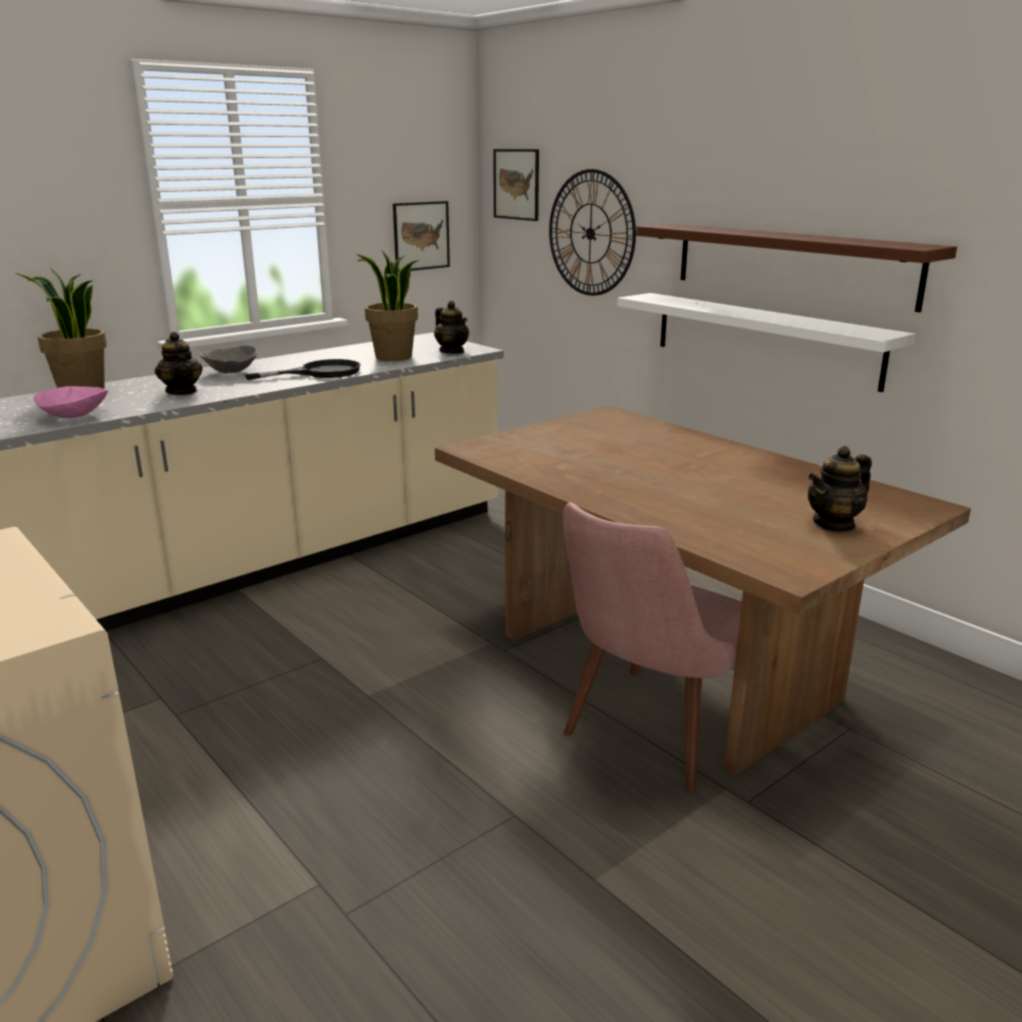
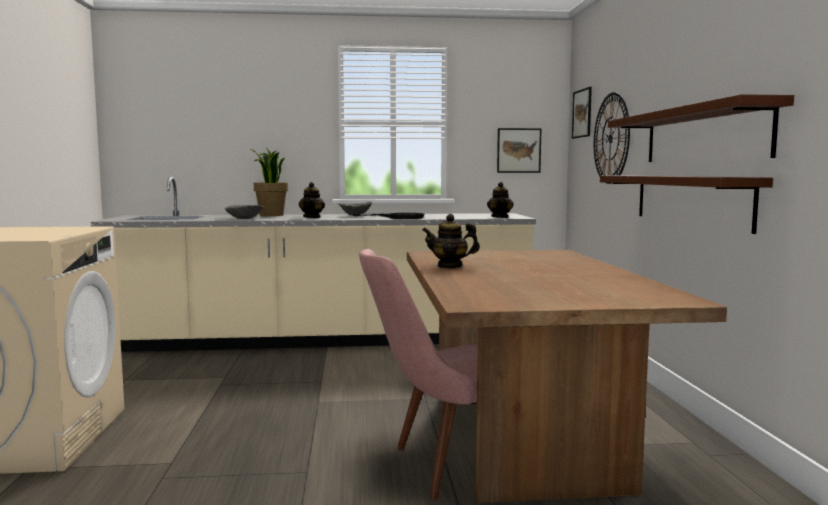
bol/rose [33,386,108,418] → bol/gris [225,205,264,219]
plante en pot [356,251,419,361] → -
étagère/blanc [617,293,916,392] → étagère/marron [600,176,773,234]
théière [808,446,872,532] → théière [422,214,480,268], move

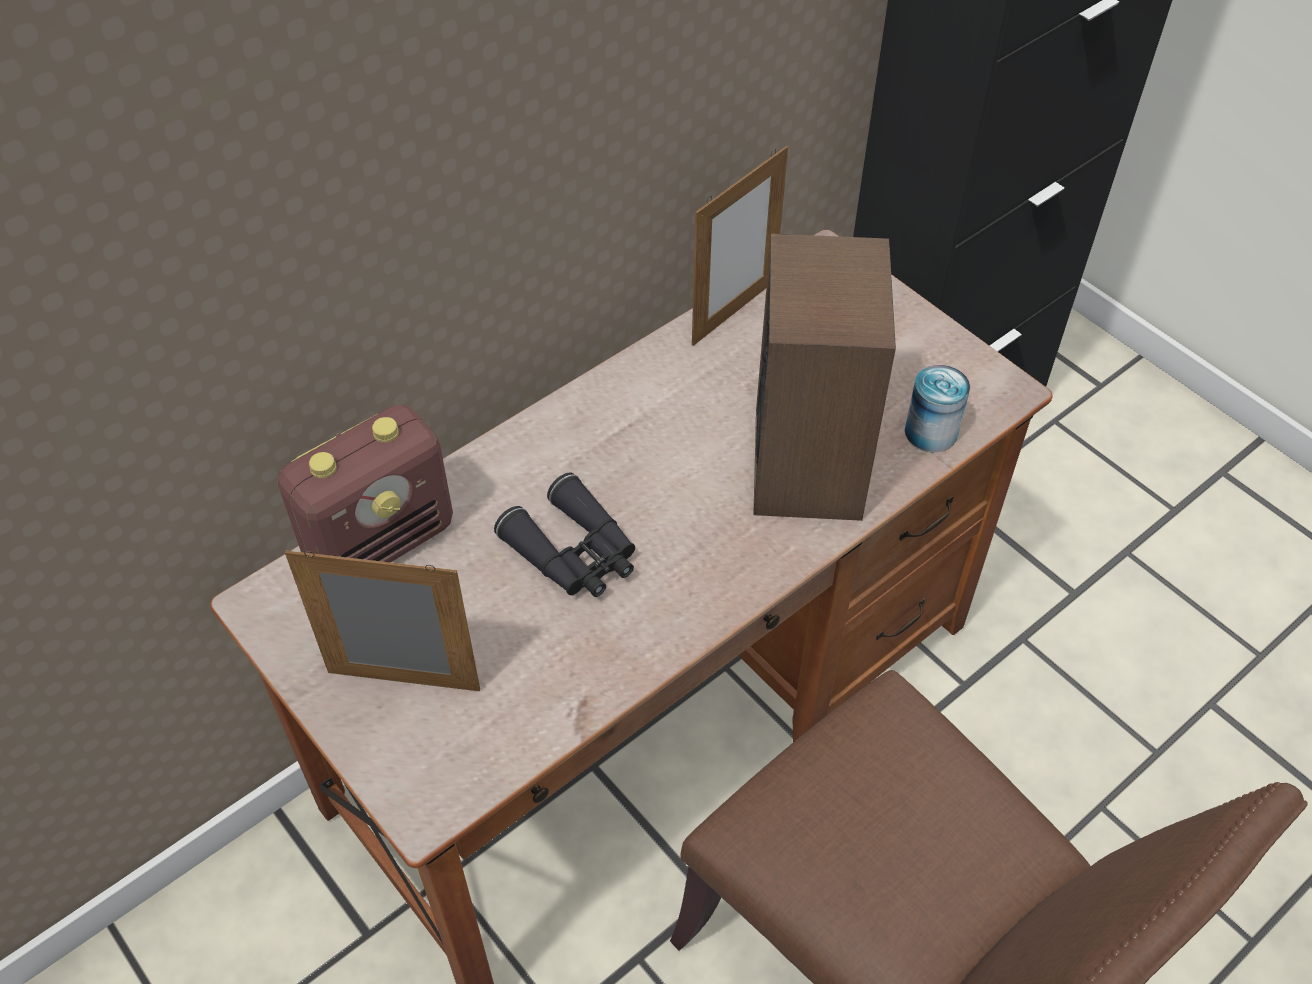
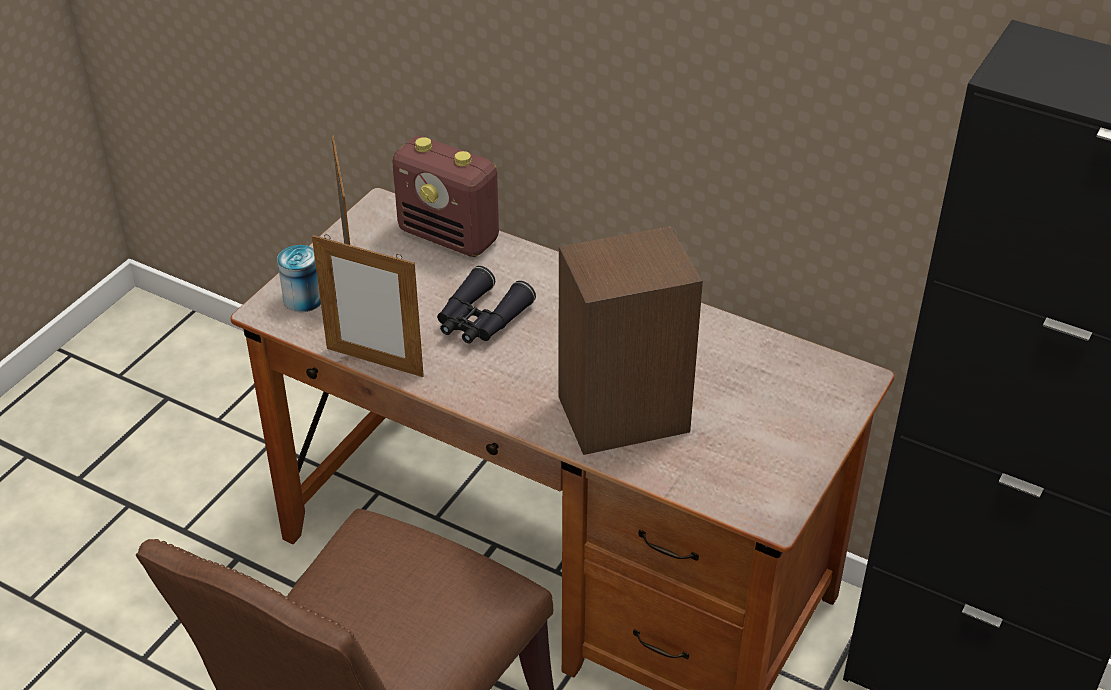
cadre photo [692,146,788,346] → cadre photo [312,234,424,377], move
boîte métallique [905,365,970,452] → boîte métallique [277,245,321,312], move

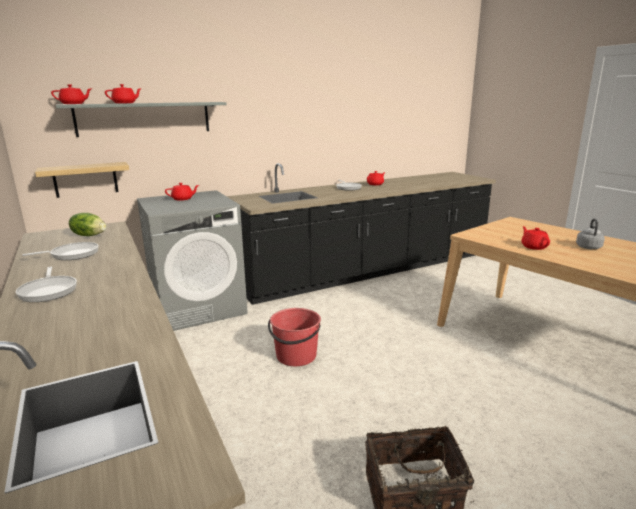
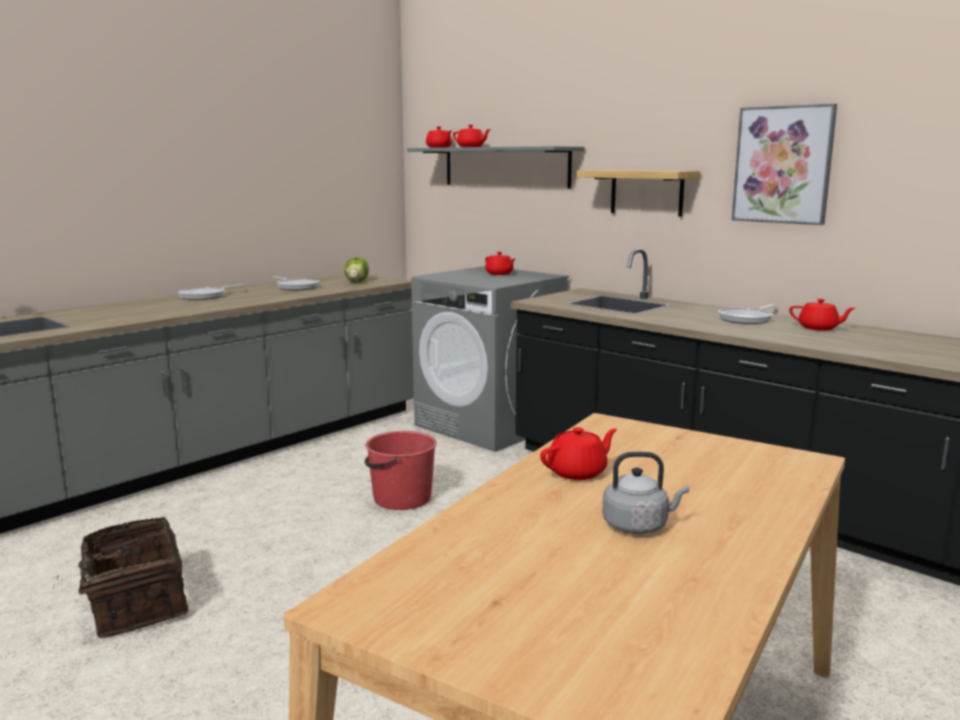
étagère [35,162,129,198] → étagère [577,170,700,217], move
- → tableau [732,103,837,225]

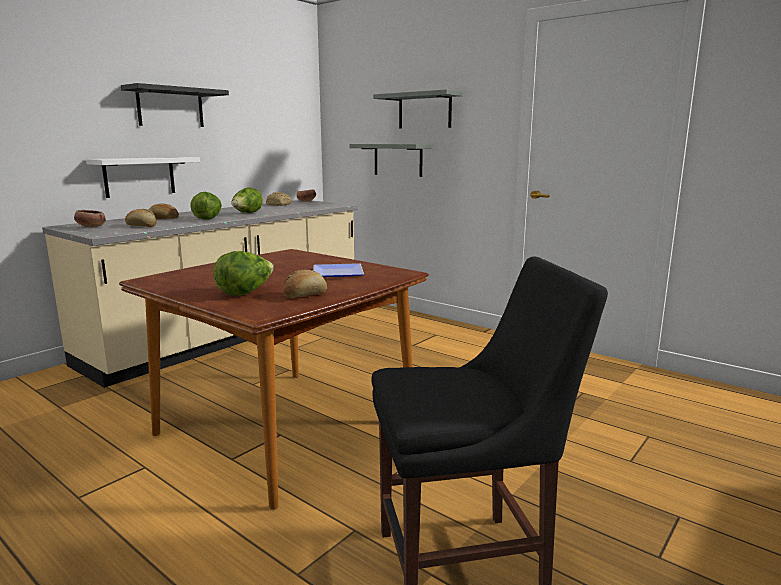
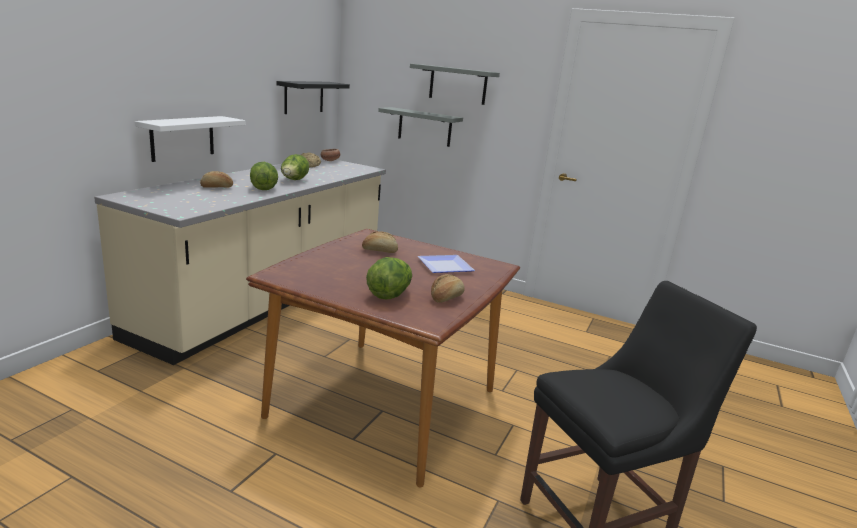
bol [74,210,106,228] → -
étagère/noir [121,83,229,127] → étagère/noir [277,81,350,114], move
pain [125,209,157,227] → pain [362,231,398,253], move

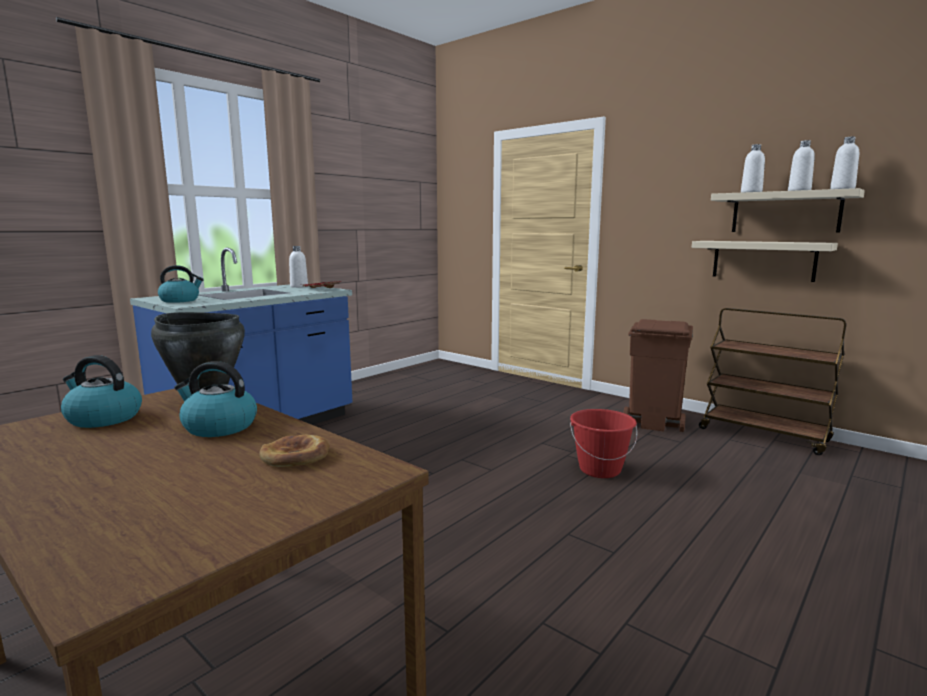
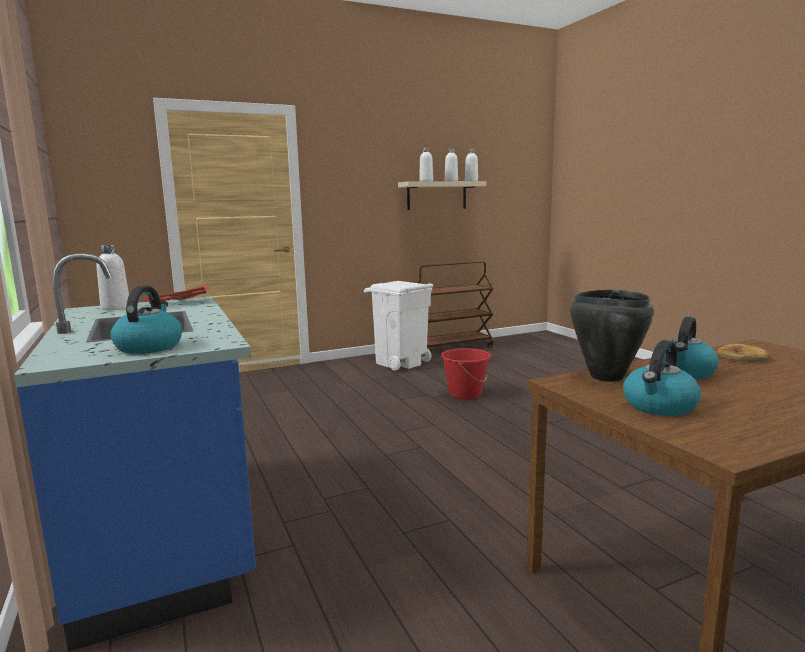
poubelle/marron [623,319,693,432] → poubelle/blanc [364,281,433,371]
étagère/beige [692,241,838,282] → -

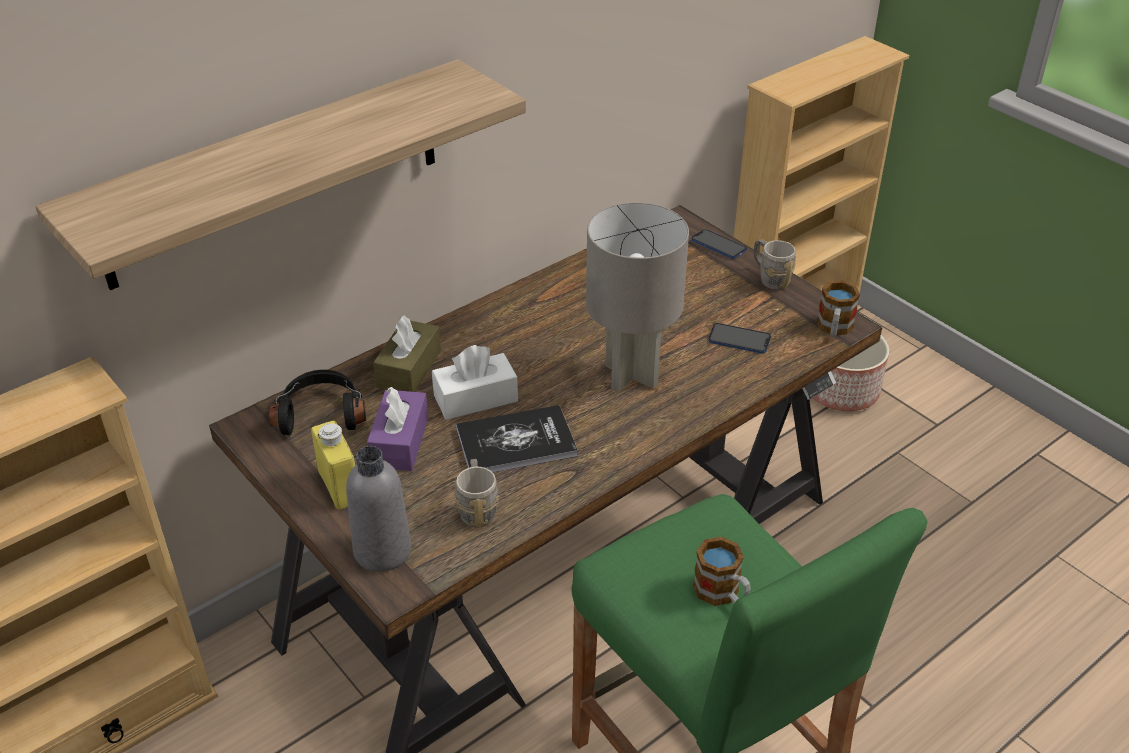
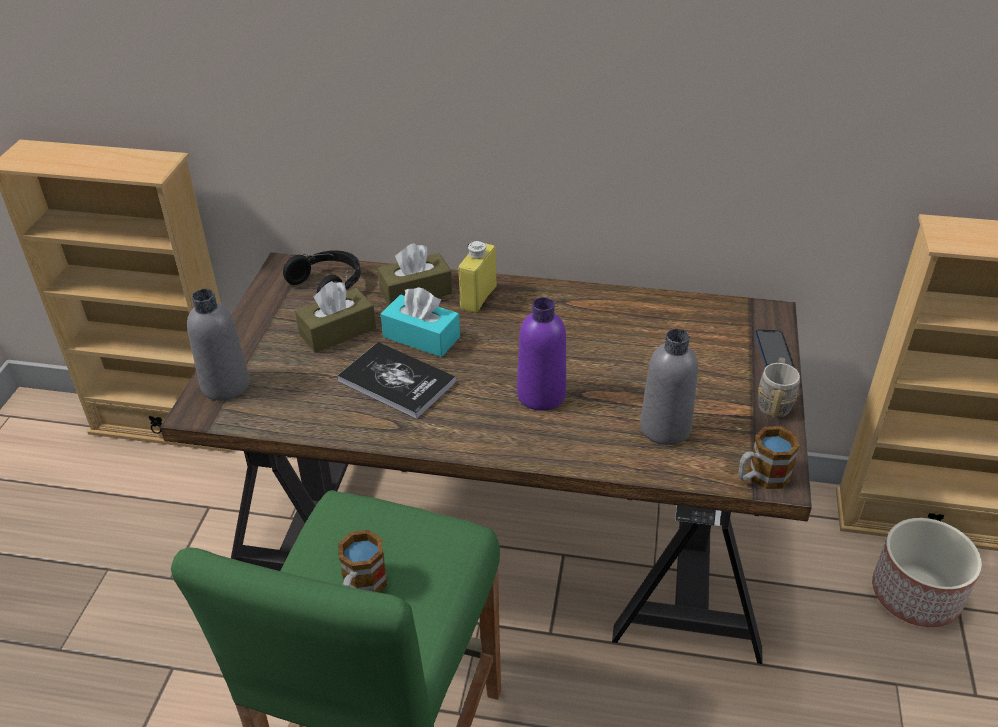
étagère [36,59,526,290] → -
bouteille/jaune [311,421,355,510] → bouteille/jaune [459,241,497,313], move
boîte à mouchoirs/violet [367,387,428,471] → boîte à mouchoirs/marron [295,281,376,353]
boîte à mouchoirs/blanc [432,345,518,420] → boîte à mouchoirs/turquoise [381,287,460,357]
mug/gris [455,459,499,528] → -
lampe de table/gris [586,202,689,392] → bouteille/violet [517,297,566,411]
téléphone [708,323,771,354] → bouteille/gris [640,329,698,445]

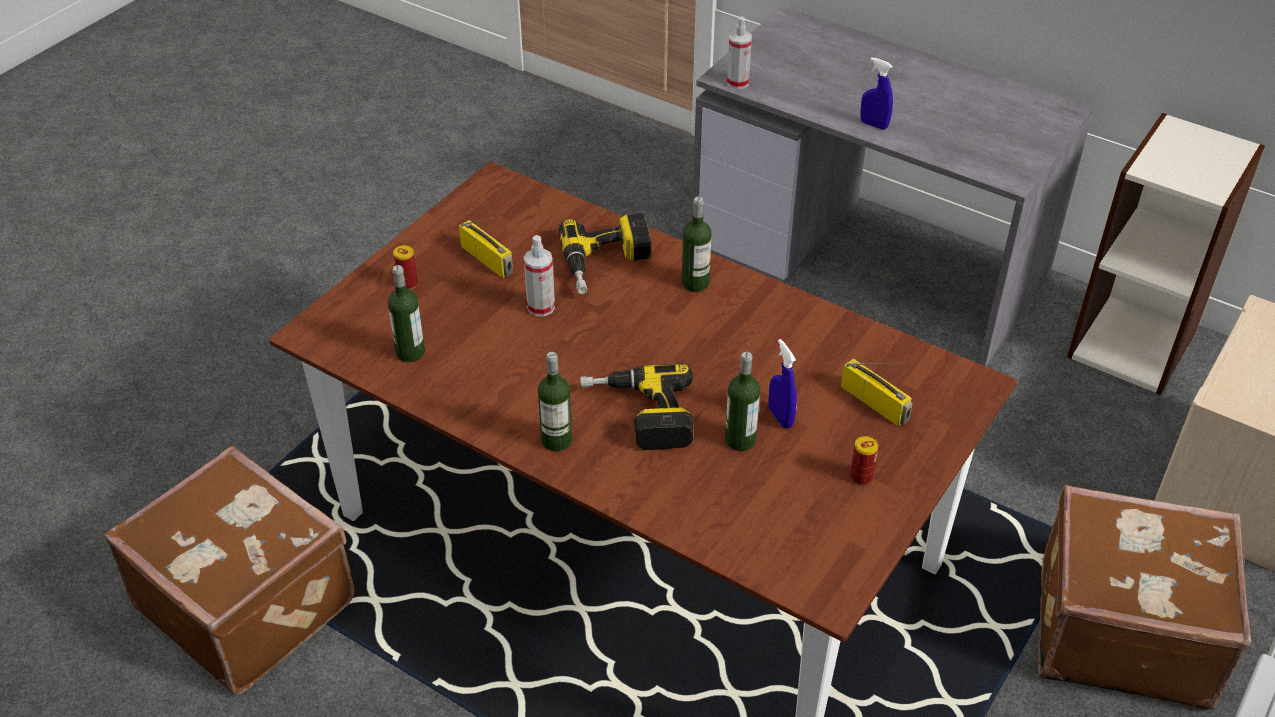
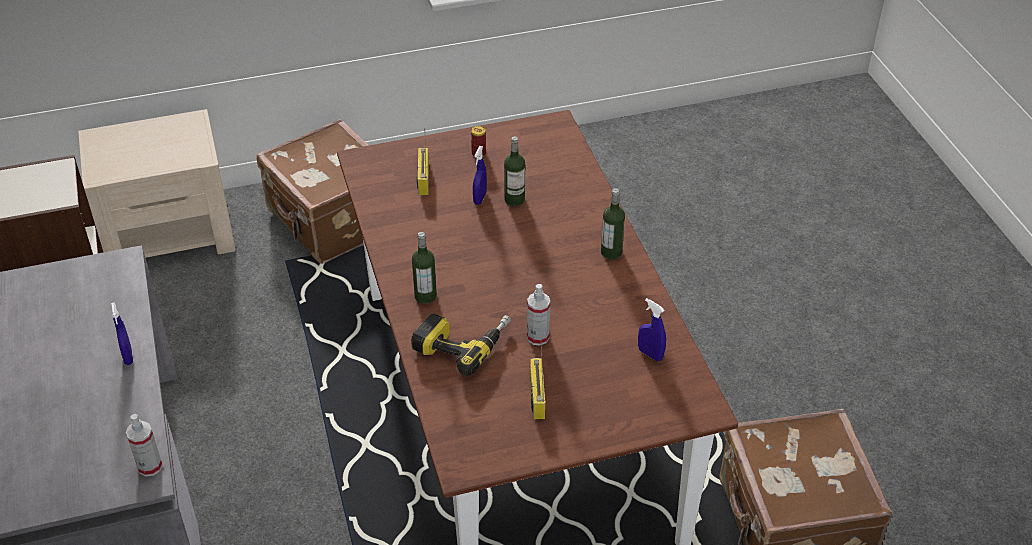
bouteille [388,265,425,362] → vaporisateur/bleu [638,298,666,361]
boîte métallique [393,245,418,290] → -
perceuse [580,363,693,450] → -

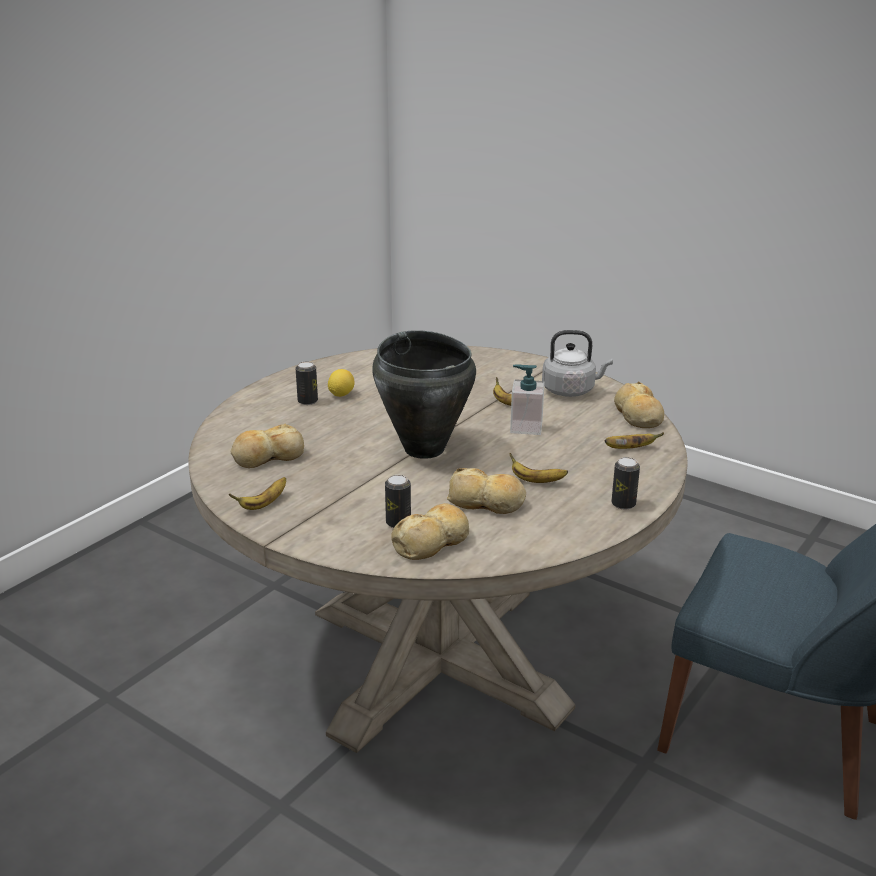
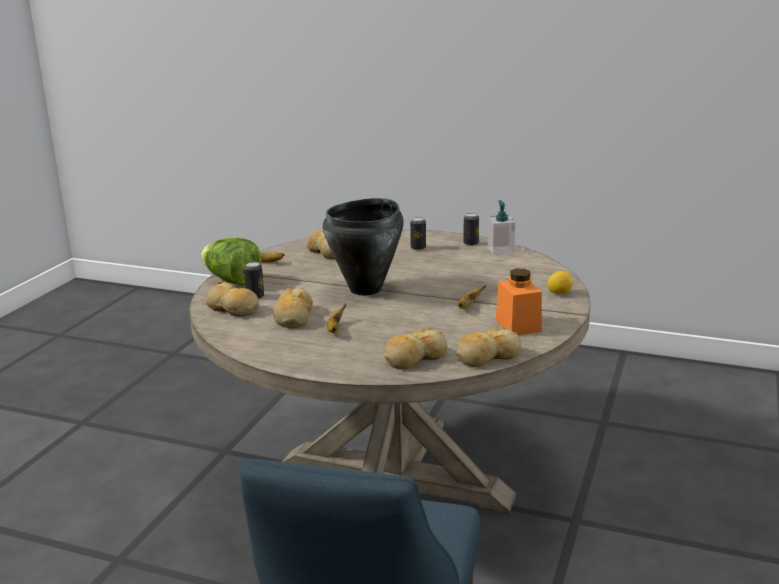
citron [328,369,354,397] → citron [547,271,573,294], move
distributeur de savon [510,364,545,435] → distributeur de savon [488,200,516,255], move
bouilloire/gris [542,330,613,397] → bocal/orange [496,269,542,335]
banane [605,433,664,449] → pain [384,327,447,369]
boîte métallique [611,457,640,509] → boîte métallique [463,213,479,246], move
- → laitue [201,238,262,286]

